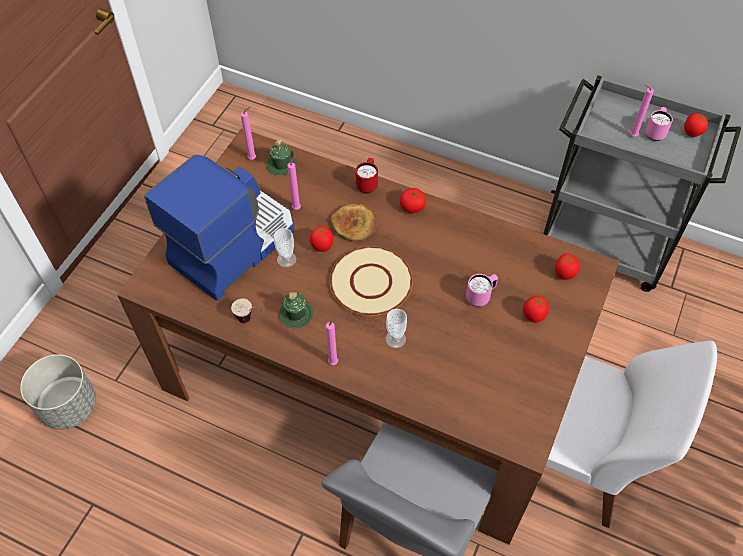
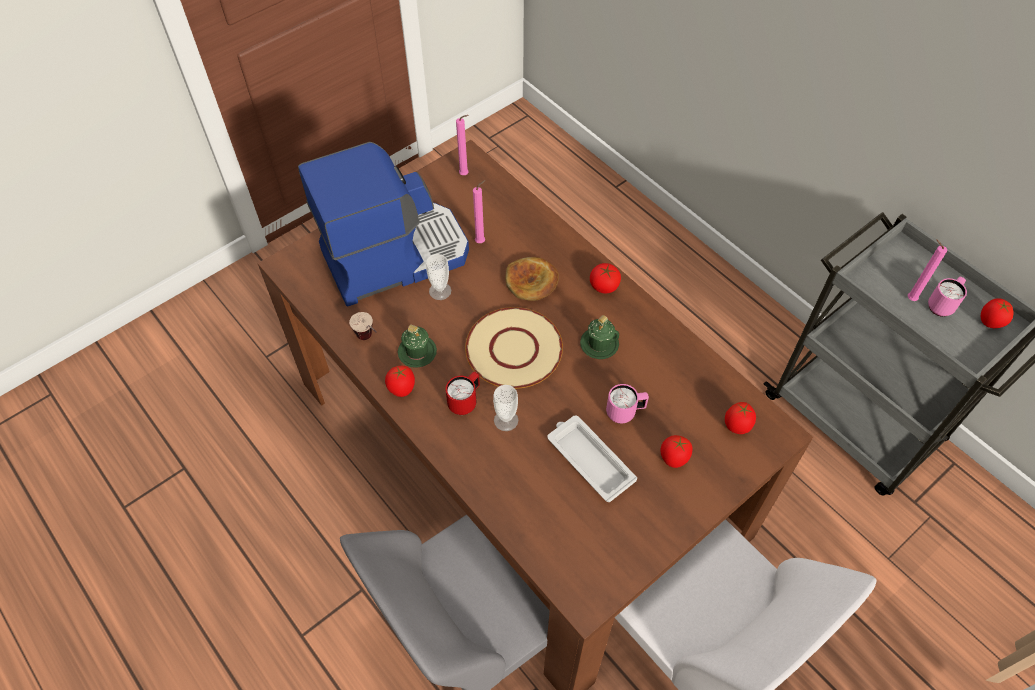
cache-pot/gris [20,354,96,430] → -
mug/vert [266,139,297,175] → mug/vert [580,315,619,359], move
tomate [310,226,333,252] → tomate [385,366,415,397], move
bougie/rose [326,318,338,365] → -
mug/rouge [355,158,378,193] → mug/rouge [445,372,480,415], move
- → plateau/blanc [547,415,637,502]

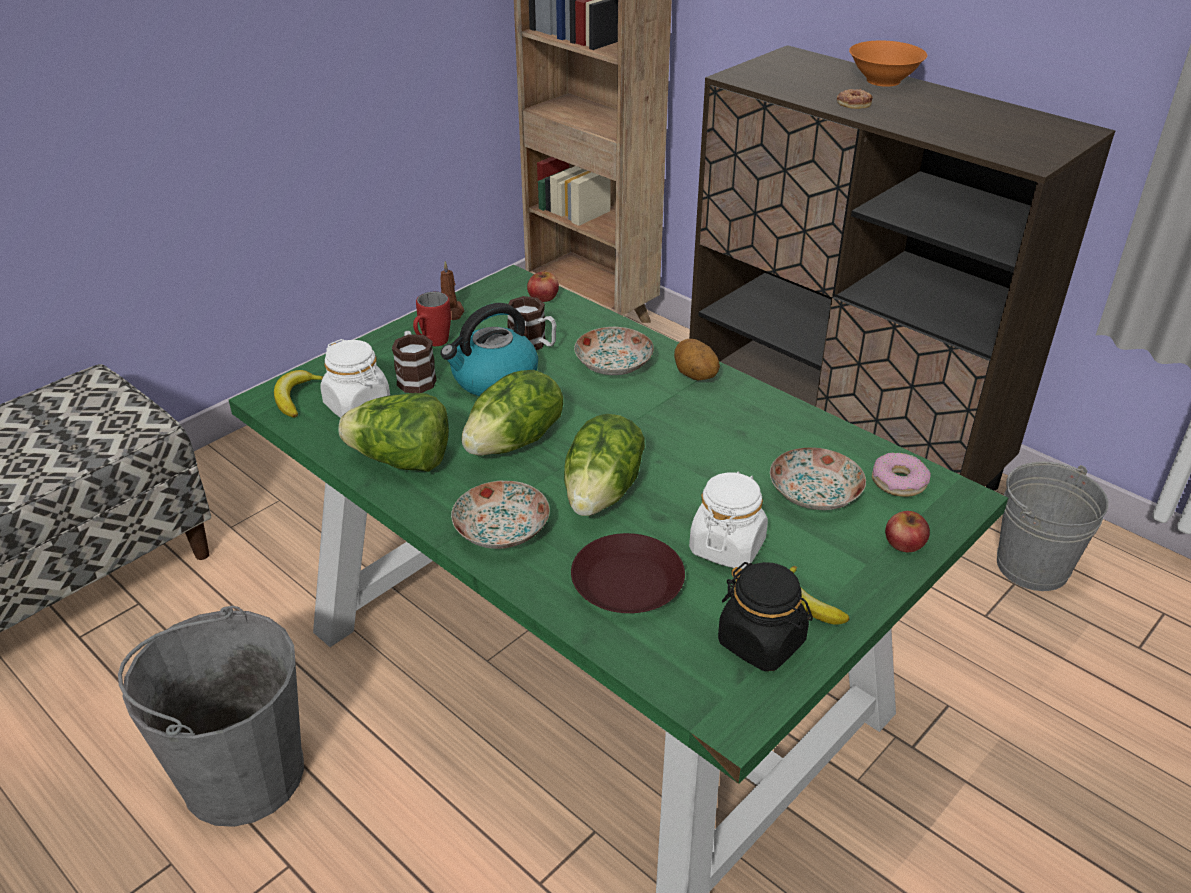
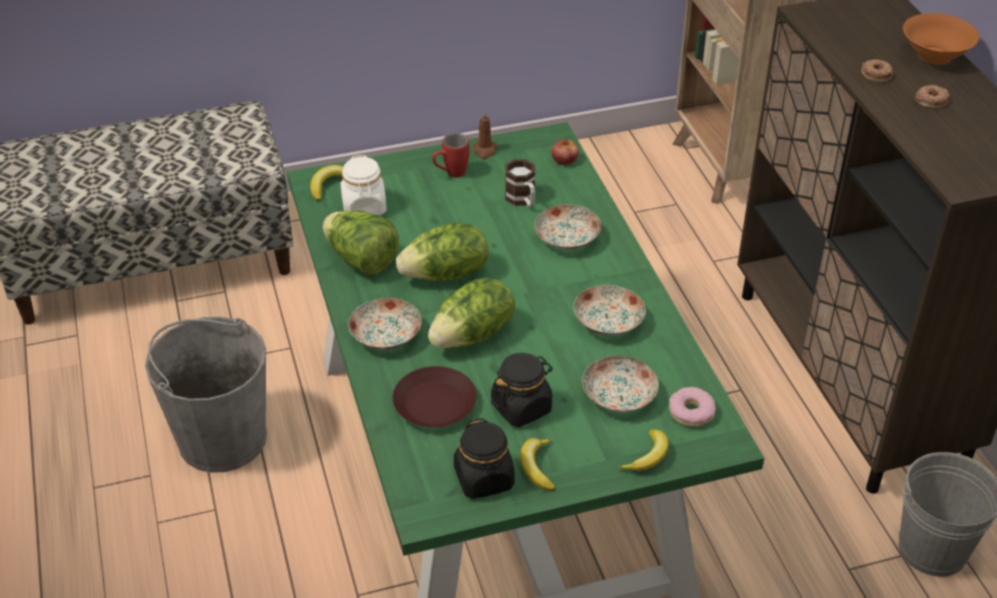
mug [392,331,437,393] → -
bouilloire [441,303,538,396] → -
pomme de terre [674,339,720,380] → -
bocal/blanc [689,471,768,569] → bocal/noir [491,353,553,427]
pomme [885,511,930,552] → banane [618,429,669,471]
- → assiette [574,285,646,336]
- → beignet [915,84,950,108]

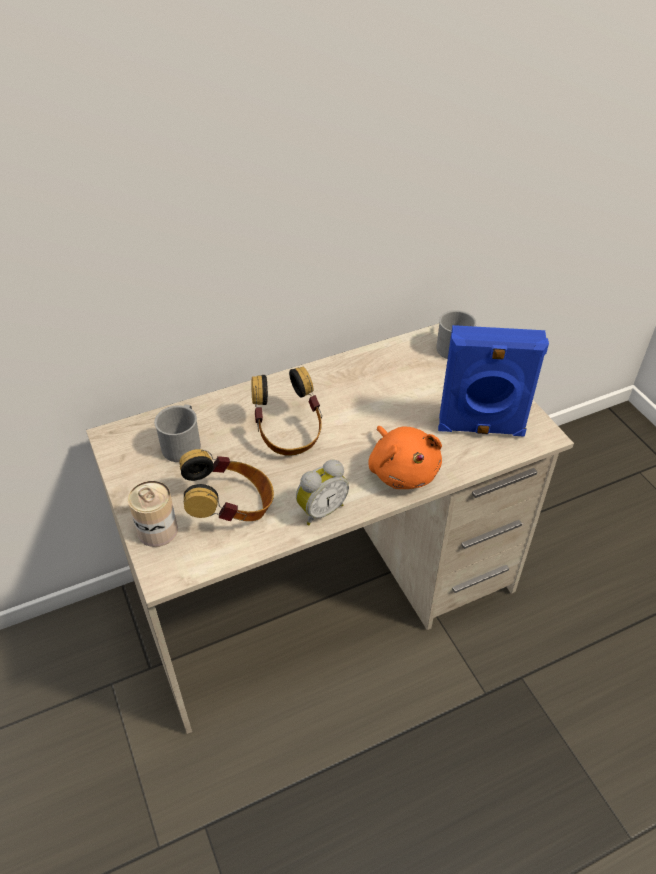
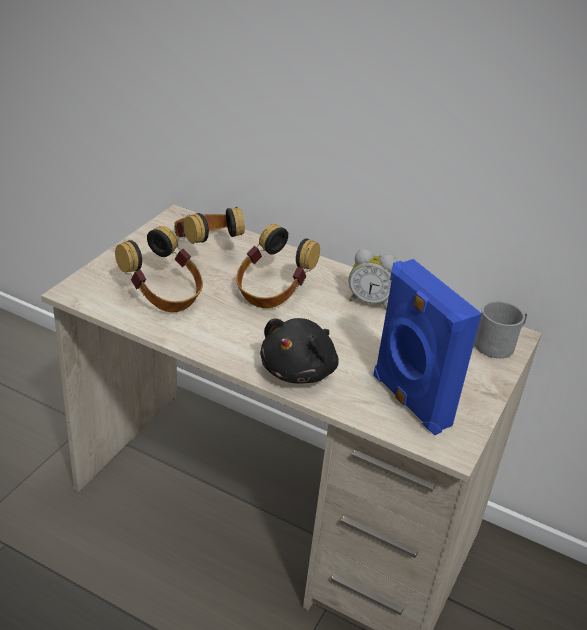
boîte métallique [128,481,178,547] → -
mug/gris [154,405,201,462] → casque audio [174,208,245,244]
réveil [296,460,349,525] → réveil [349,249,398,310], move
peluche/orange [368,426,442,489] → peluche/noir [260,318,339,384]

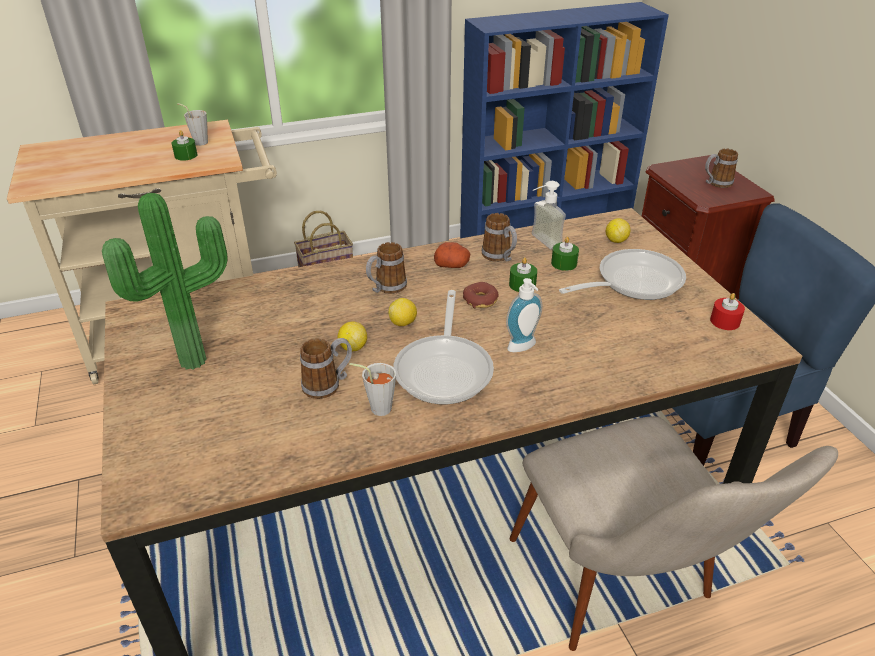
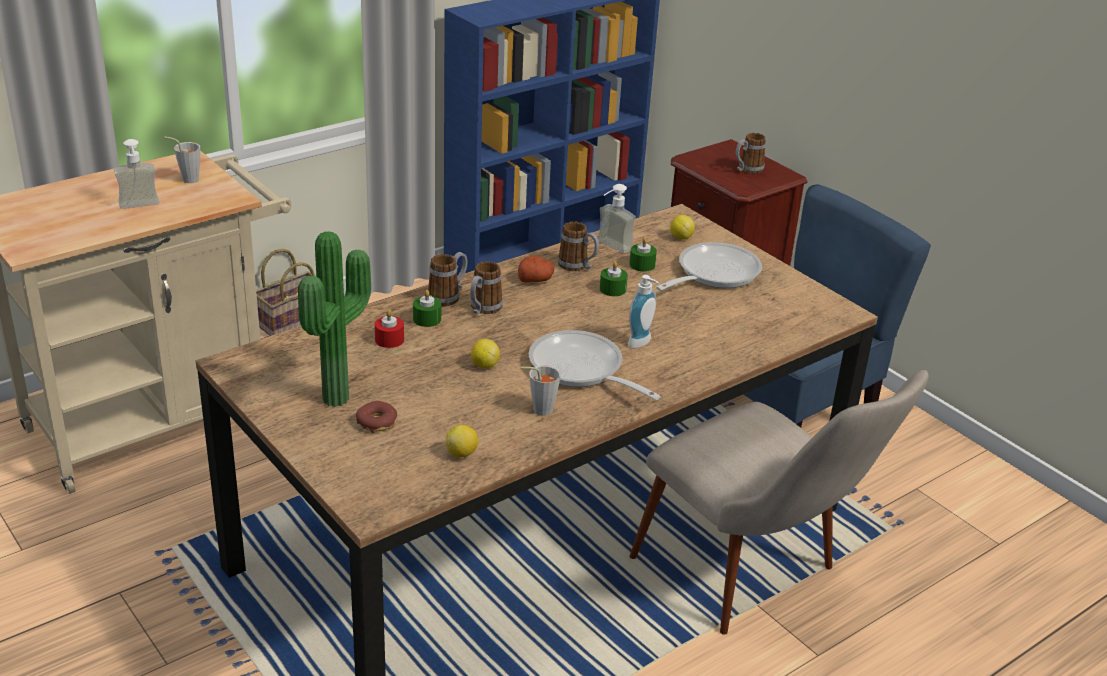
bougie/vert [172,130,197,161] → bougie/vert [413,290,441,327], move
mug [300,338,352,399] → mug [428,252,467,306], move
citron [388,298,417,326] → citron [446,425,478,457], move
poêle [393,290,494,404] → poêle [529,330,660,400], 150 degrees clockwise
beignet [463,282,498,308] → beignet [356,401,397,433], move
bougie/rouge [710,293,745,330] → bougie/rouge [375,310,404,348], move
- → distributeur de savon [114,139,159,209]

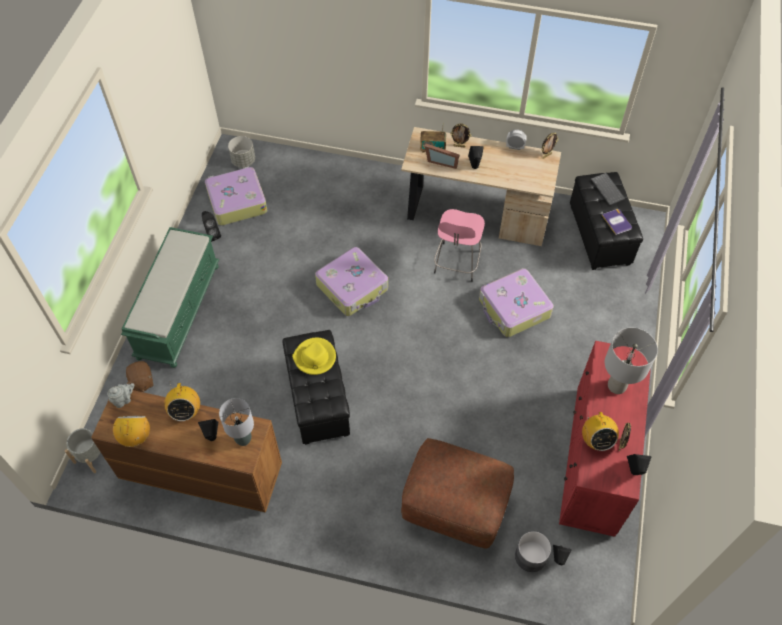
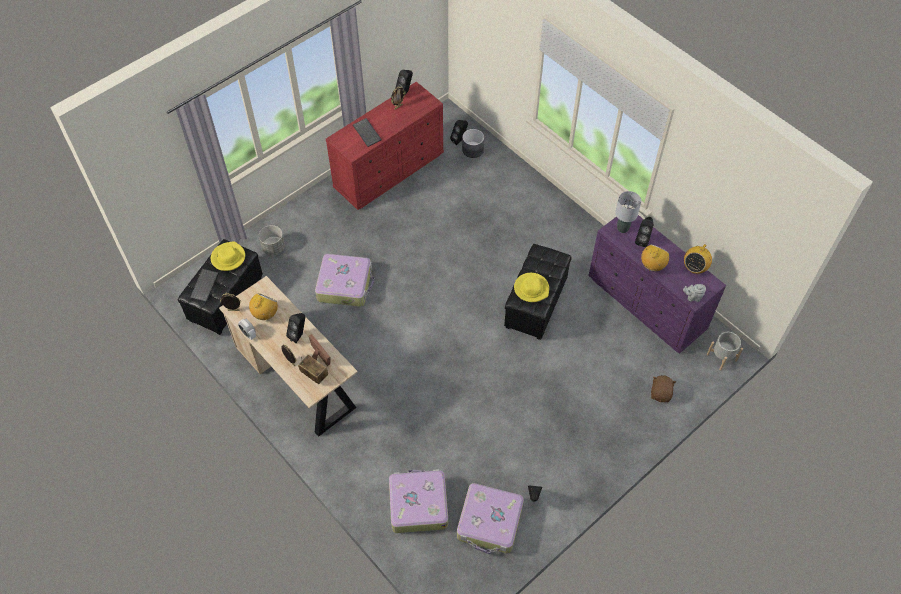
commode/marron [92,390,282,513] → commode/violet [588,208,726,354]
banc/vert [121,227,219,368] → -
cache-pot/gris [228,136,255,168] → cache-pot/gris [259,225,285,255], move
valise [315,247,388,316] → valise [389,469,448,533], move
pouf/marron [401,438,514,549] → -
tabouret/rose [434,209,485,282] → -
radio [582,411,619,451] → radio [249,293,278,320], move
livre [602,209,632,235] → chapeau/jaune [211,241,245,271]
lampe de table/gris [605,327,658,394] → clavier [353,118,382,147]

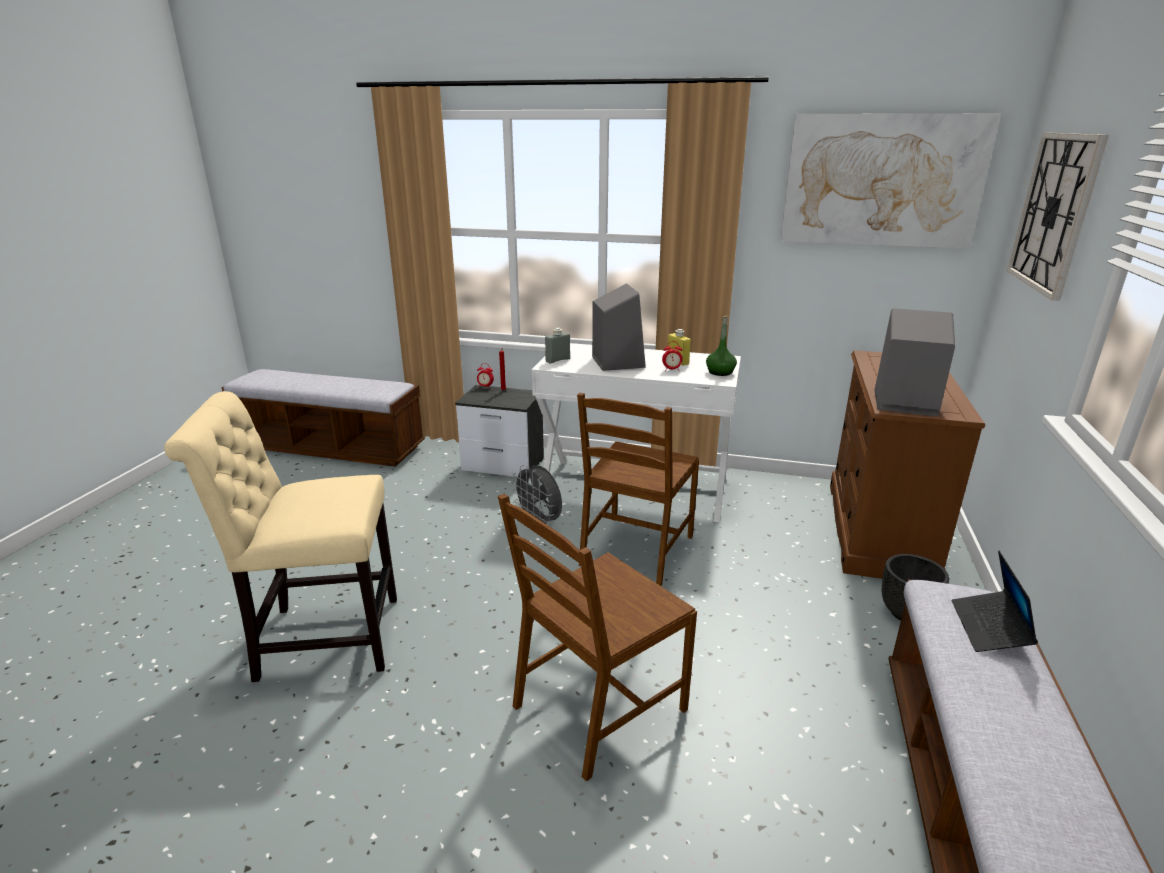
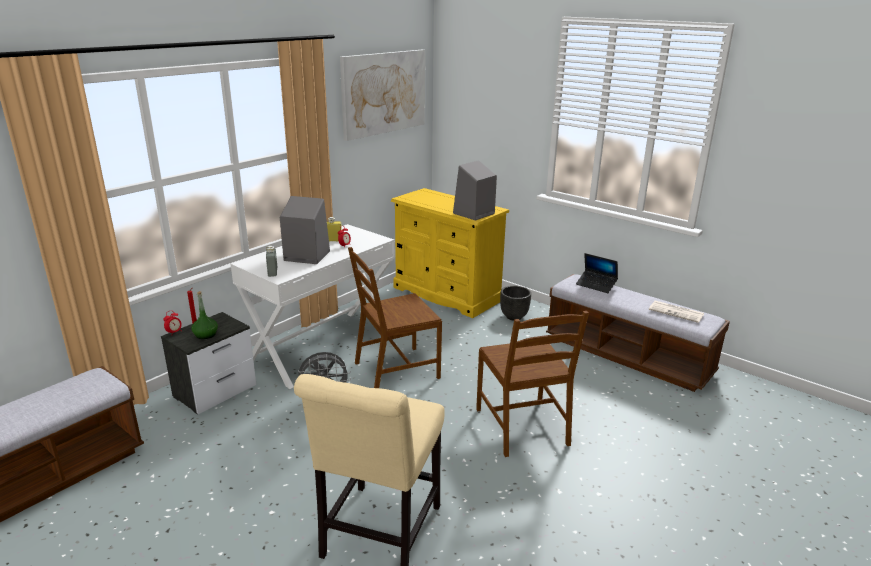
chaise/marron [577,393,699,586] → chaise/marron [348,247,442,388], 105 degrees clockwise
bouteille/vert [706,316,737,376] → bouteille/vert [191,291,218,339], move
commode/marron [830,350,985,579] → commode/jaune [391,188,509,318]
horloge murale [1007,133,1108,301] → -
- → journal [649,301,704,323]

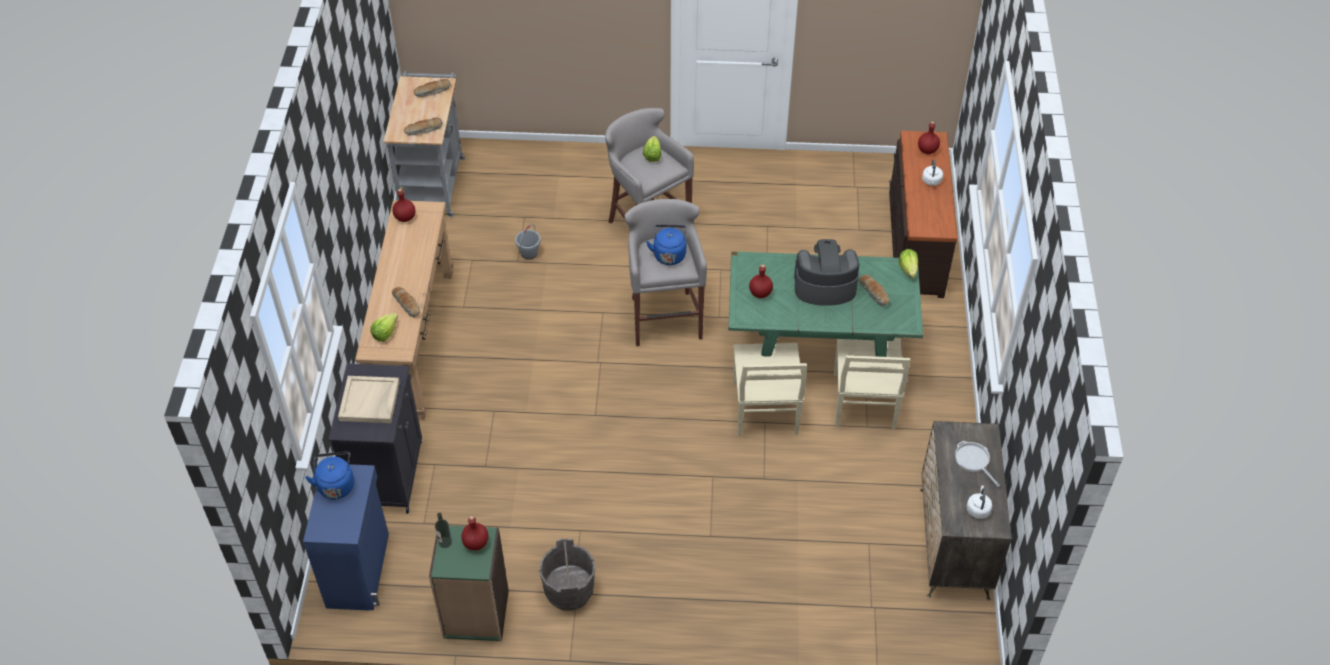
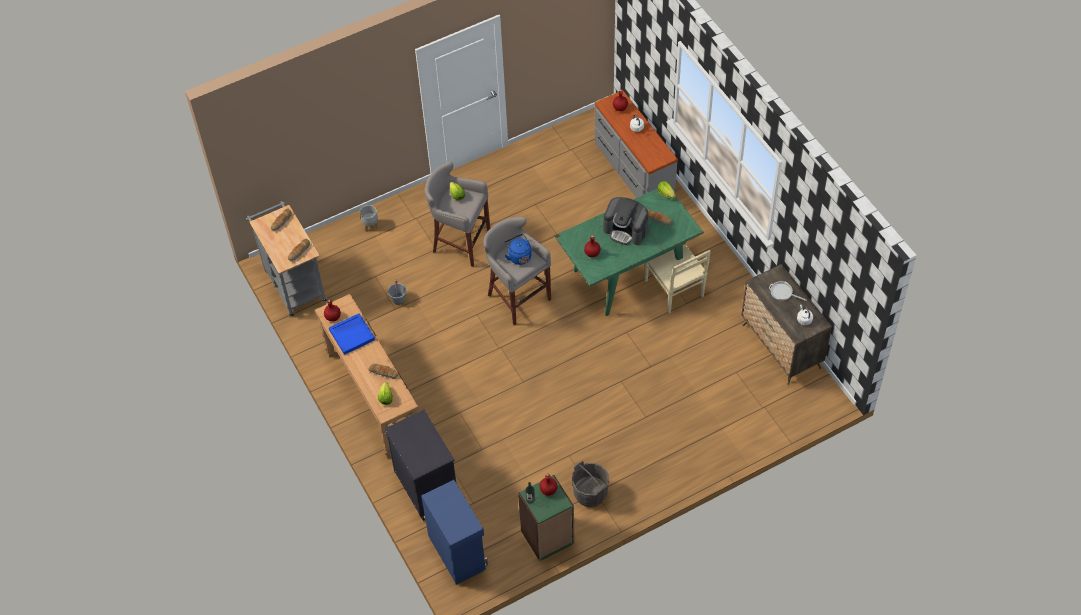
bouilloire/bleu [305,451,354,499] → -
plateau/beige [338,376,400,423] → -
chaise/beige [734,343,807,436] → -
machine à café [794,239,859,306] → machine à café [603,197,648,245], 120 degrees counterclockwise
commode/marron [889,131,958,298] → commode/gris [595,90,678,198]
- → plateau/bleu [329,313,375,355]
- → cache-pot/gris [360,205,378,232]

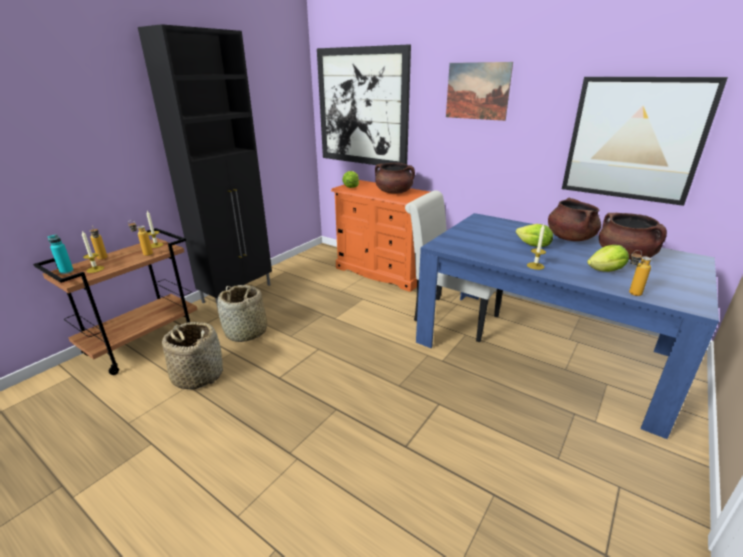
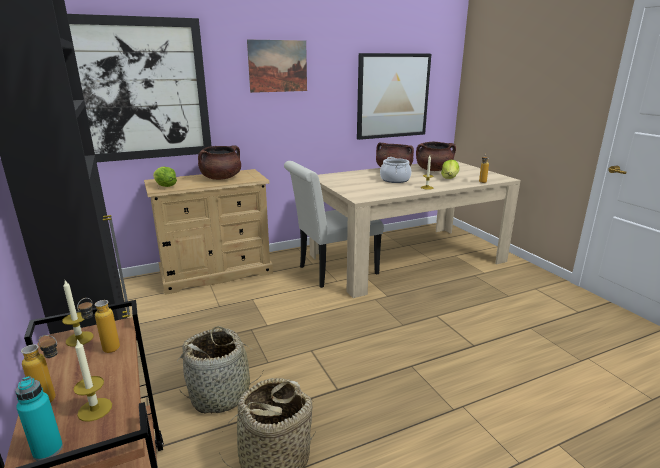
commode/orange [331,180,430,292] → commode/beige [144,169,273,295]
table à manger/bleu [416,213,719,439] → table à manger/beige [309,161,521,298]
laitue [516,224,553,247] → marmite [380,157,411,183]

